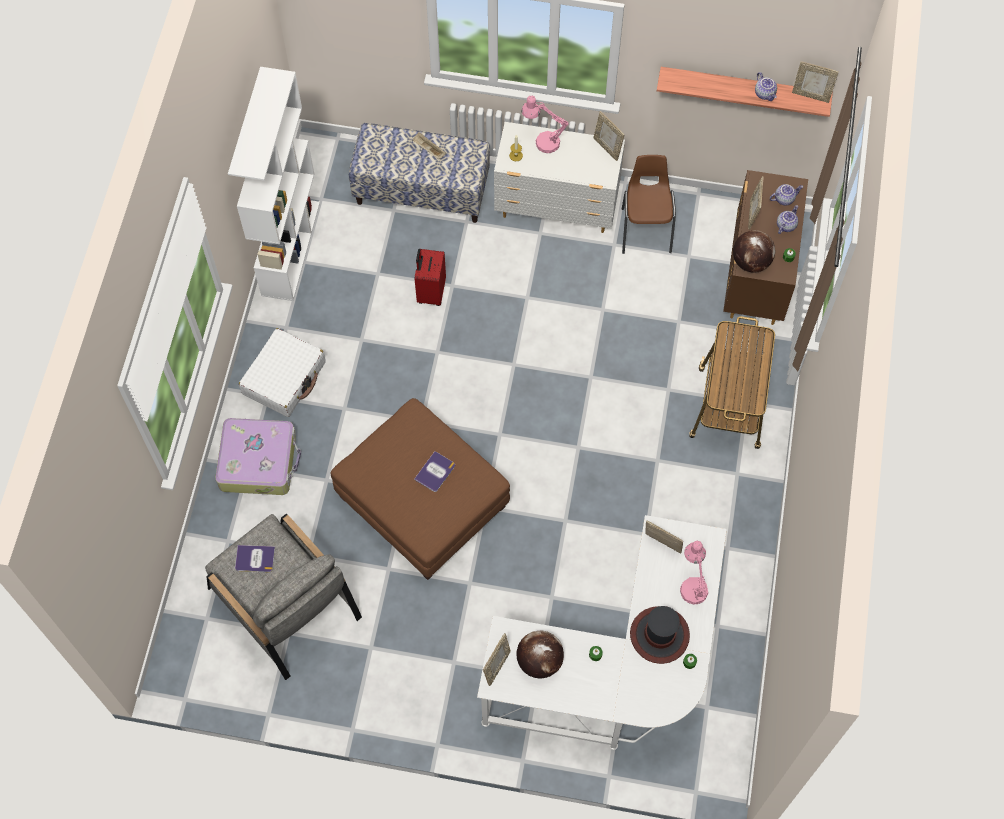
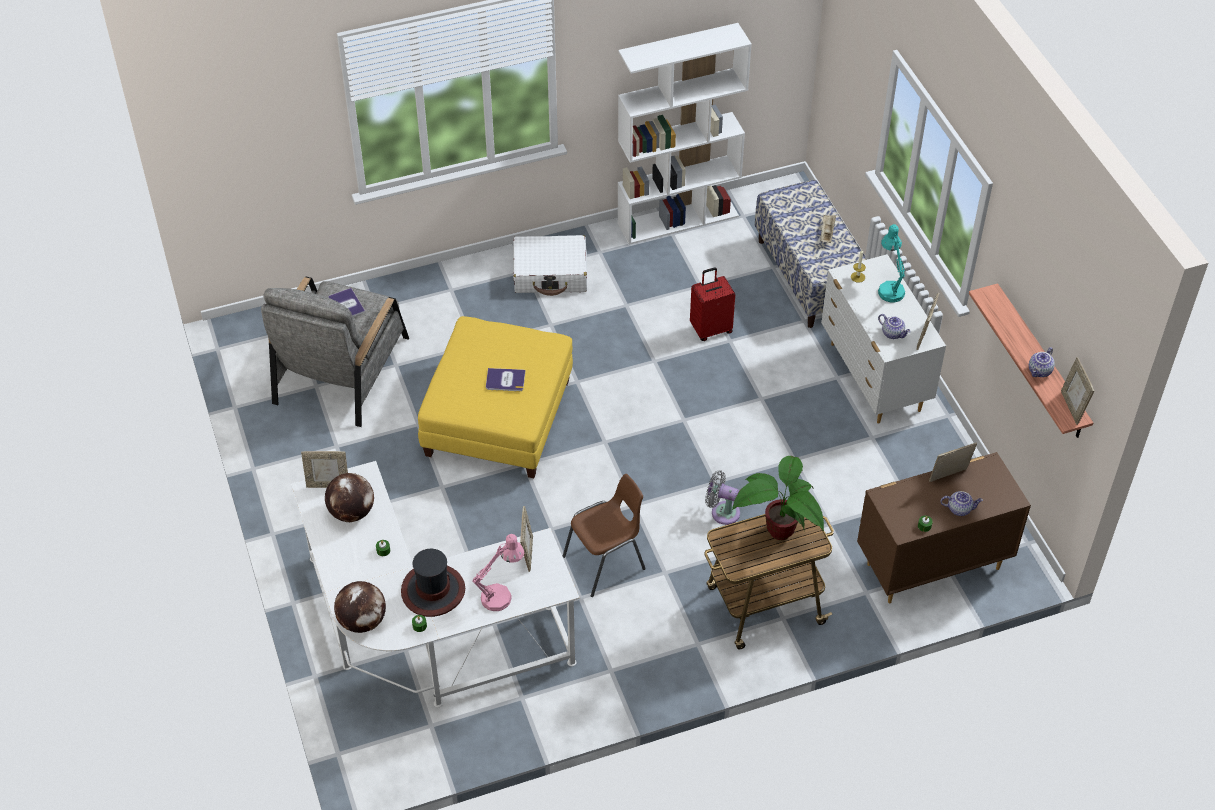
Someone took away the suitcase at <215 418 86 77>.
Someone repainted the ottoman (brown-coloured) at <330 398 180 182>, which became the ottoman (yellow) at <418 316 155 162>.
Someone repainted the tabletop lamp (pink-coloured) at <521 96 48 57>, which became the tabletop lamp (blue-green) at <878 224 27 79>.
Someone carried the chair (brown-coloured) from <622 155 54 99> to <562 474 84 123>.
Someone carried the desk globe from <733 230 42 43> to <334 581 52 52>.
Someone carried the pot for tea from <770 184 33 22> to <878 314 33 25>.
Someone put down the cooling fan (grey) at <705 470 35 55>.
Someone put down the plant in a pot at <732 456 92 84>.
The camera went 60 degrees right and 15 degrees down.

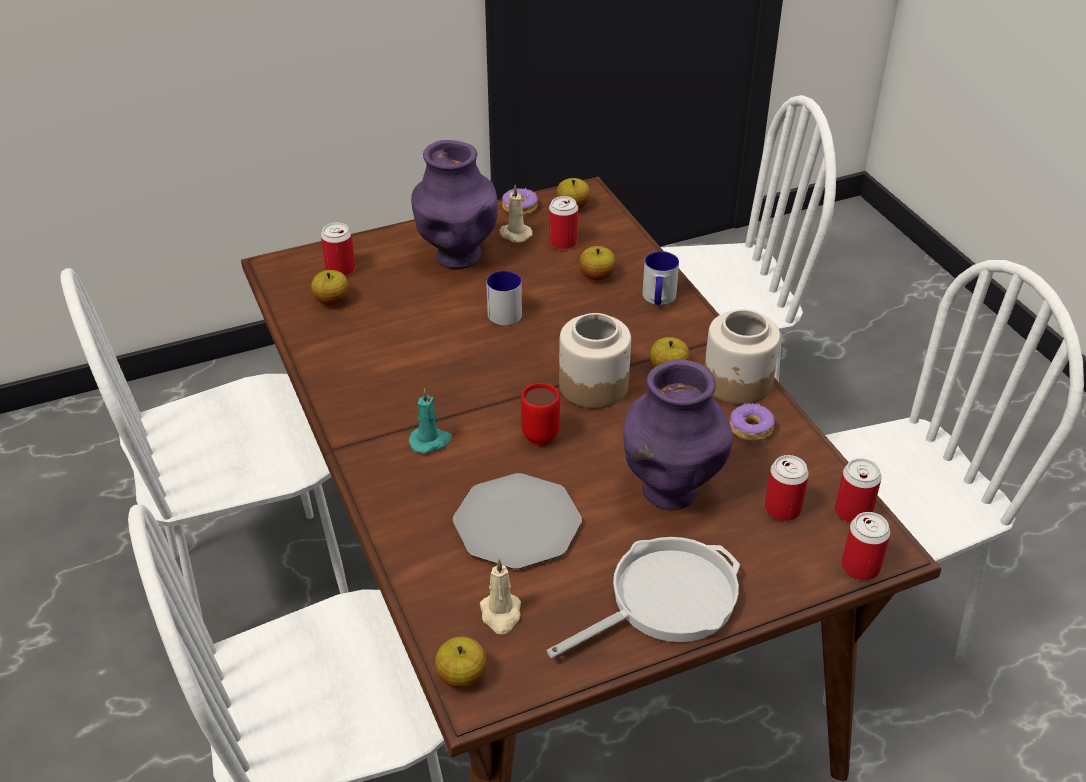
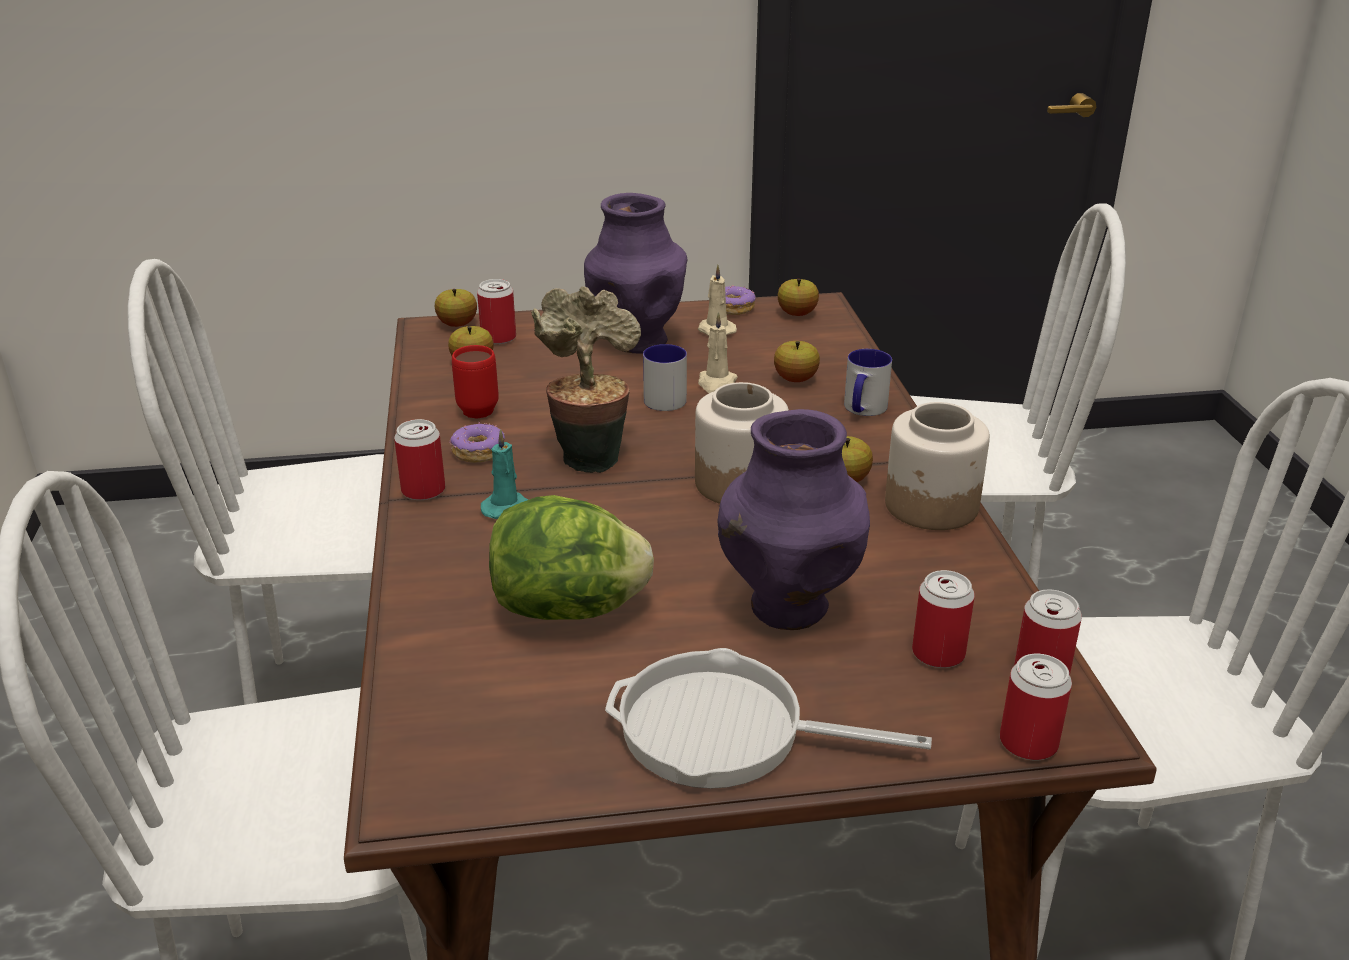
Someone carried the whole apple from <435 637 52 51> to <435 289 42 38>.
Someone swapped the plate at <453 473 129 96> for the lettuce at <489 495 165 125>.
Someone carried the wax candle (beige) from <480 559 41 75> to <698 312 40 81>.
Someone carried the tea mug (reddish) from <521 383 39 63> to <452 345 47 74>.
Someone rotated the pan at <547 537 193 121> by 150 degrees counterclockwise.
Someone carried the sealed can from <549 196 29 54> to <394 419 51 81>.
Someone carried the doughnut from <730 403 45 38> to <449 422 56 41>.
Someone put down the plant in a pot at <531 286 110 187>.
The camera went 15 degrees right and 10 degrees down.

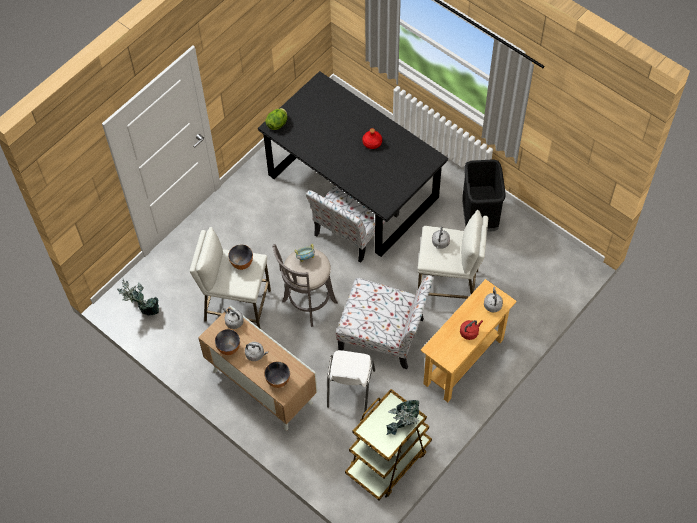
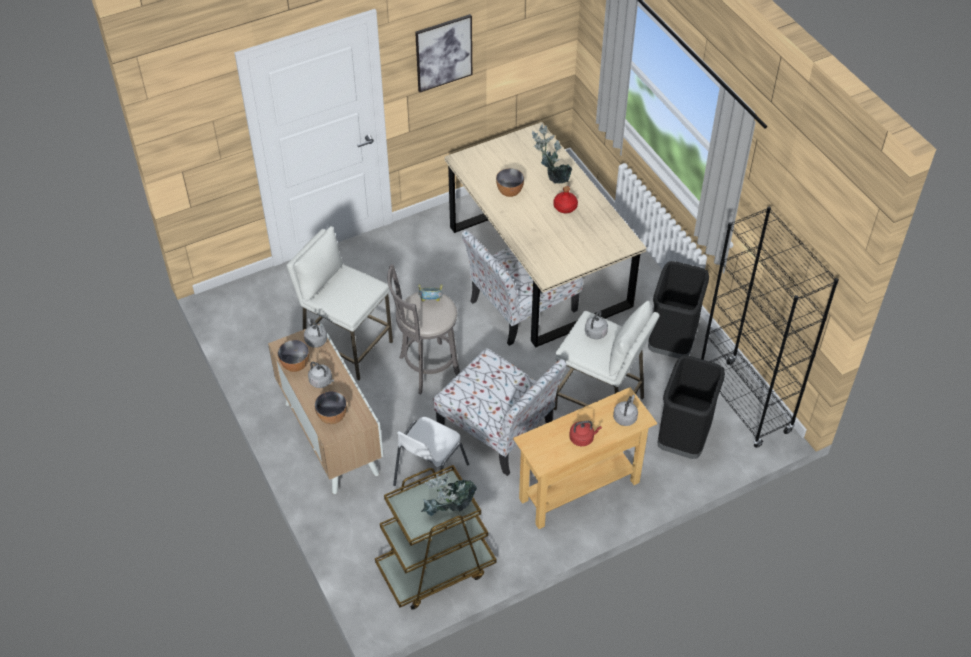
Someone carried the plant in a pot from <117 279 42 37> to <532 124 41 60>.
Someone carried the serving bowl from <228 245 25 25> to <496 168 28 29>.
Someone repainted the dining table (black) at <258 71 190 186>, which became the dining table (beige) at <444 122 203 225>.
Someone took away the lettuce at <265 108 23 22>.
Someone put up the wall picture at <415 14 57 78>.
Someone put down the waste bin (black) at <657 356 68 103>.
Someone put down the bookshelf (black) at <701 207 138 241>.
The camera went 20 degrees right and 10 degrees down.

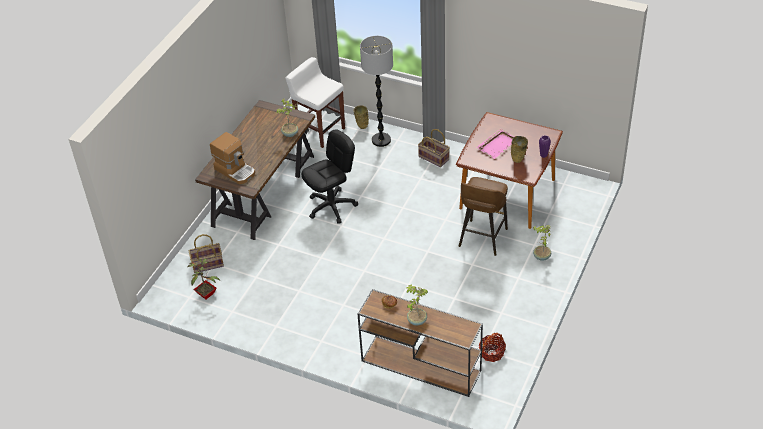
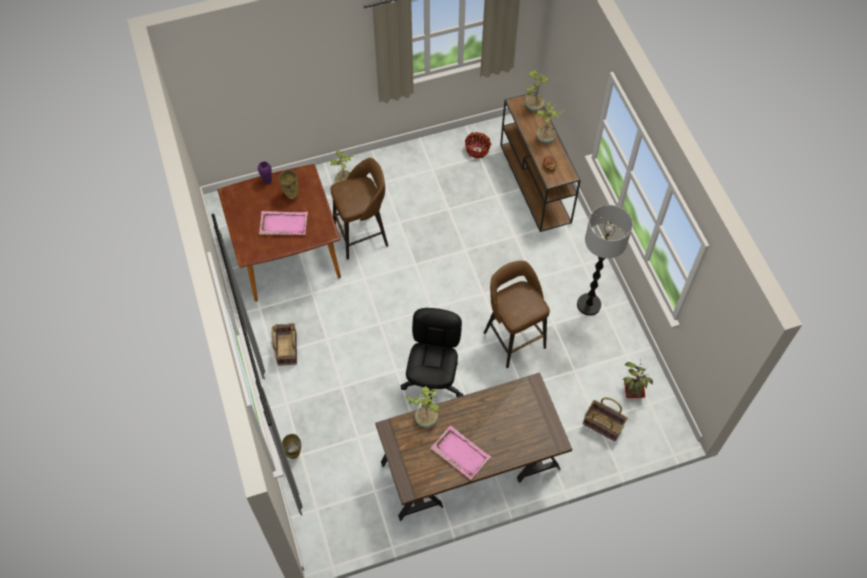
Someone took away the coffee brewer at <210 132 45 52>.
Someone took away the stool (white-coloured) at <285 57 60 91>.
Someone rotated the computer chair (black) at <302 129 56 95> by 90 degrees clockwise.
Someone carried the standard lamp from <360 36 33 111> to <577 205 56 111>.
Someone put down the tray (pink-coloured) at <430 425 61 55>.
Someone put down the stool (brown-coloured) at <483 261 67 107>.
Someone put down the plant in a pot at <525 70 24 41>.
The camera went 135 degrees left and 15 degrees up.

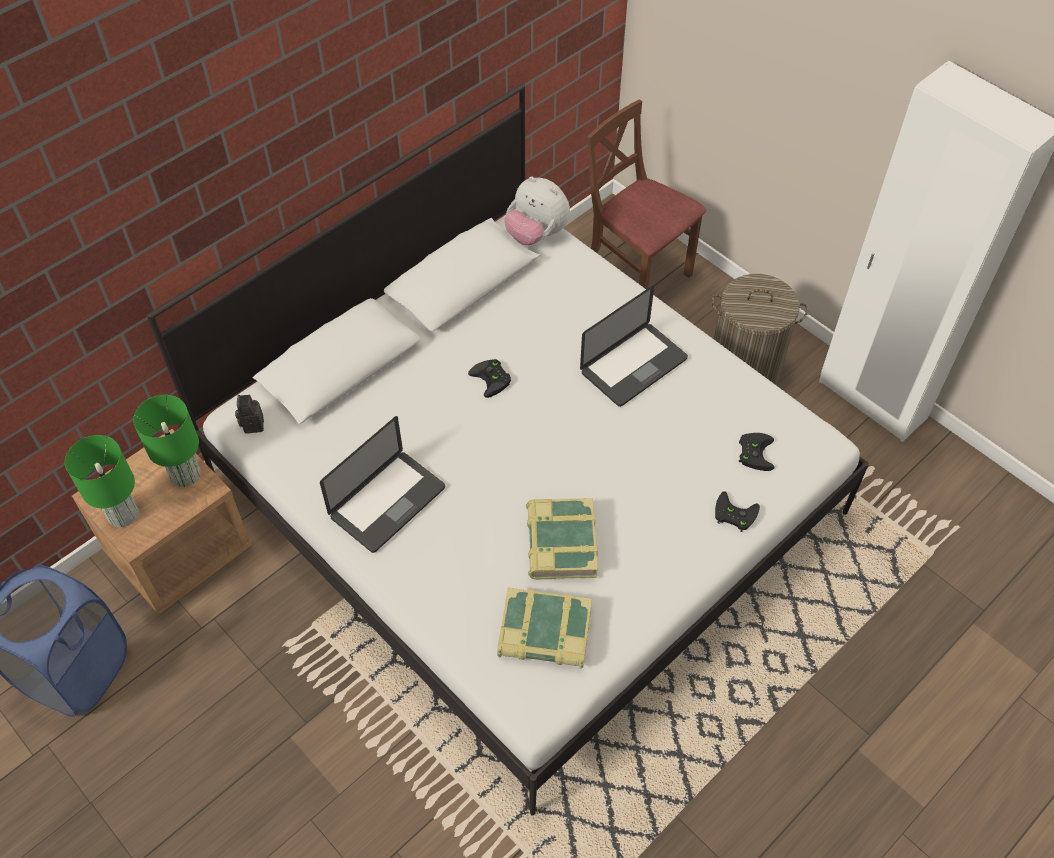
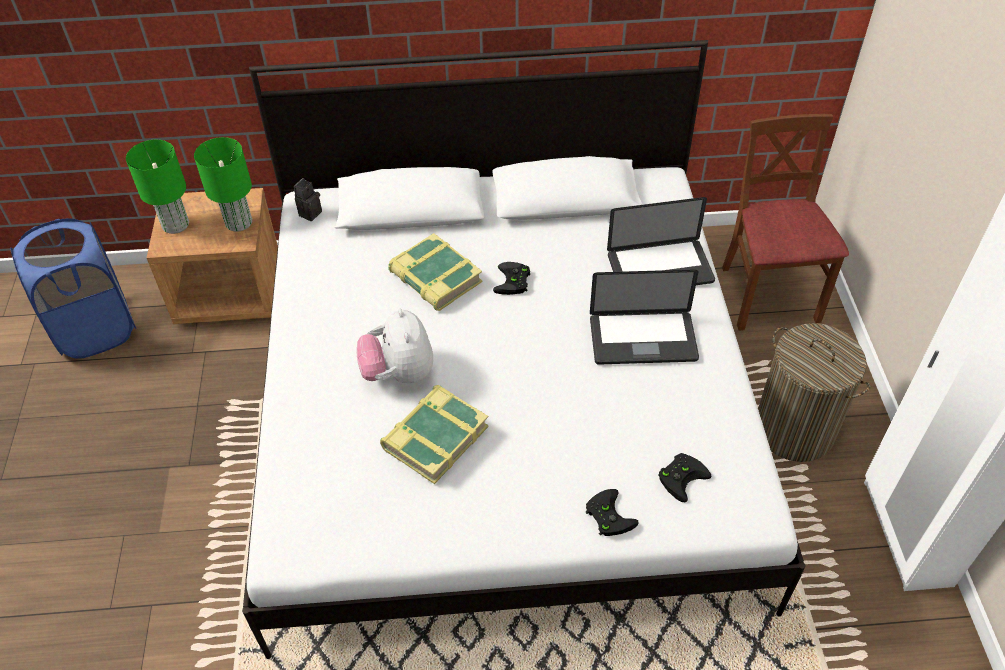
Someone carried the portable computer from <320 416 125 137> to <607 197 108 88>.
Someone carried the book from <497 588 95 80> to <388 233 95 78>.
Someone carried the soft toy from <504 176 66 69> to <357 309 76 74>.
The camera went 40 degrees right and 5 degrees down.

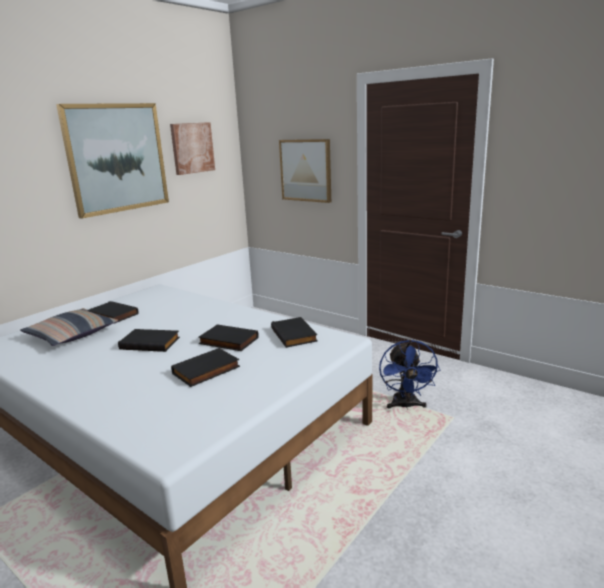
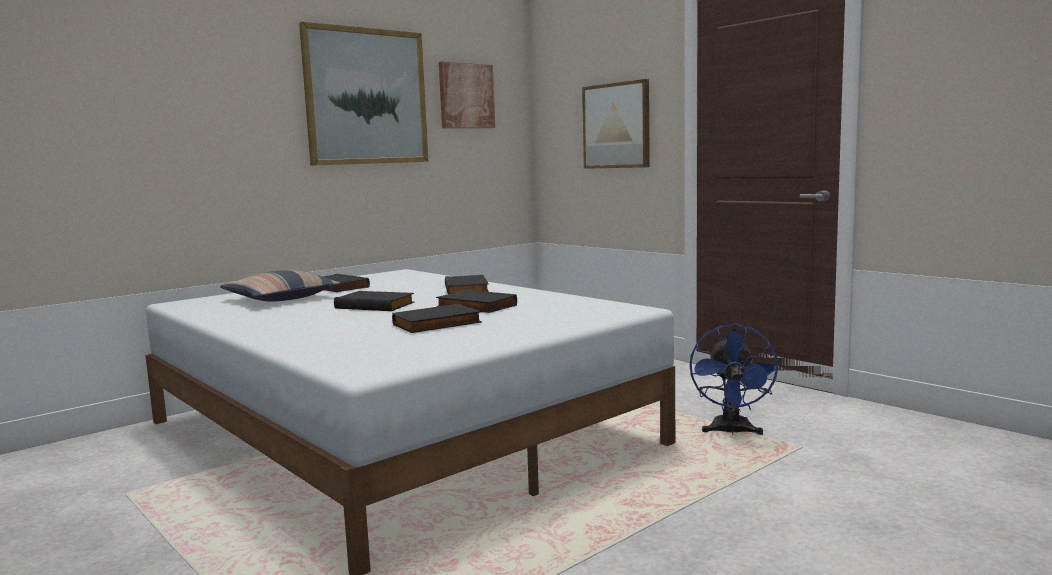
Someone carried the book (black) from <271 317 47 31> to <445 275 44 19>.
The camera went 10 degrees right and 10 degrees down.

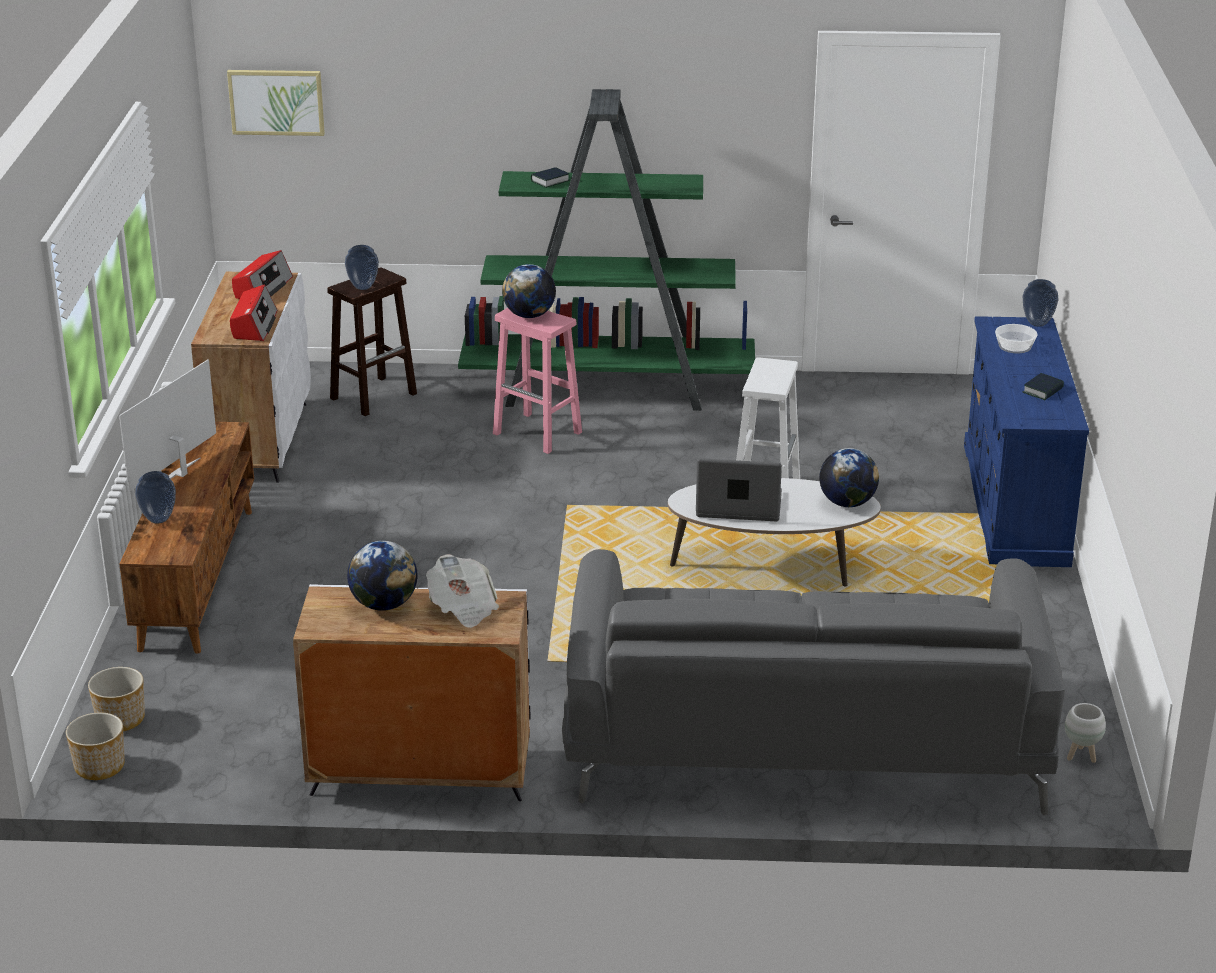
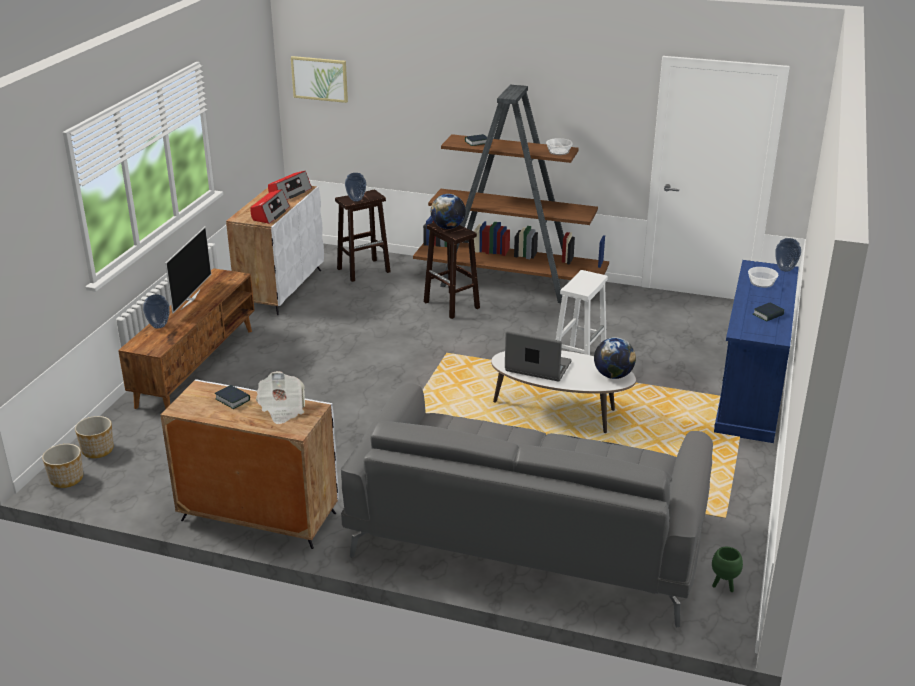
Someone rotated the television at <119 359 97 133> by 150 degrees clockwise.
Someone swapped the desk globe at <347 541 70 70> for the book at <215 385 35 24>.
Someone repainted the bookshelf (green-coloured) at <458 89 297 322>, which became the bookshelf (brown-coloured) at <413 85 196 218>.
Someone repainted the stool (pink-coloured) at <493 308 89 146>, which became the stool (brown-coloured) at <424 223 56 96>.
Someone repainted the flower pot (white-coloured) at <1065 703 41 60>, which became the flower pot (green-coloured) at <712 547 31 45>.
Someone put down the serving bowl at <546 138 27 17>.
The camera went 15 degrees right and 0 degrees up.

